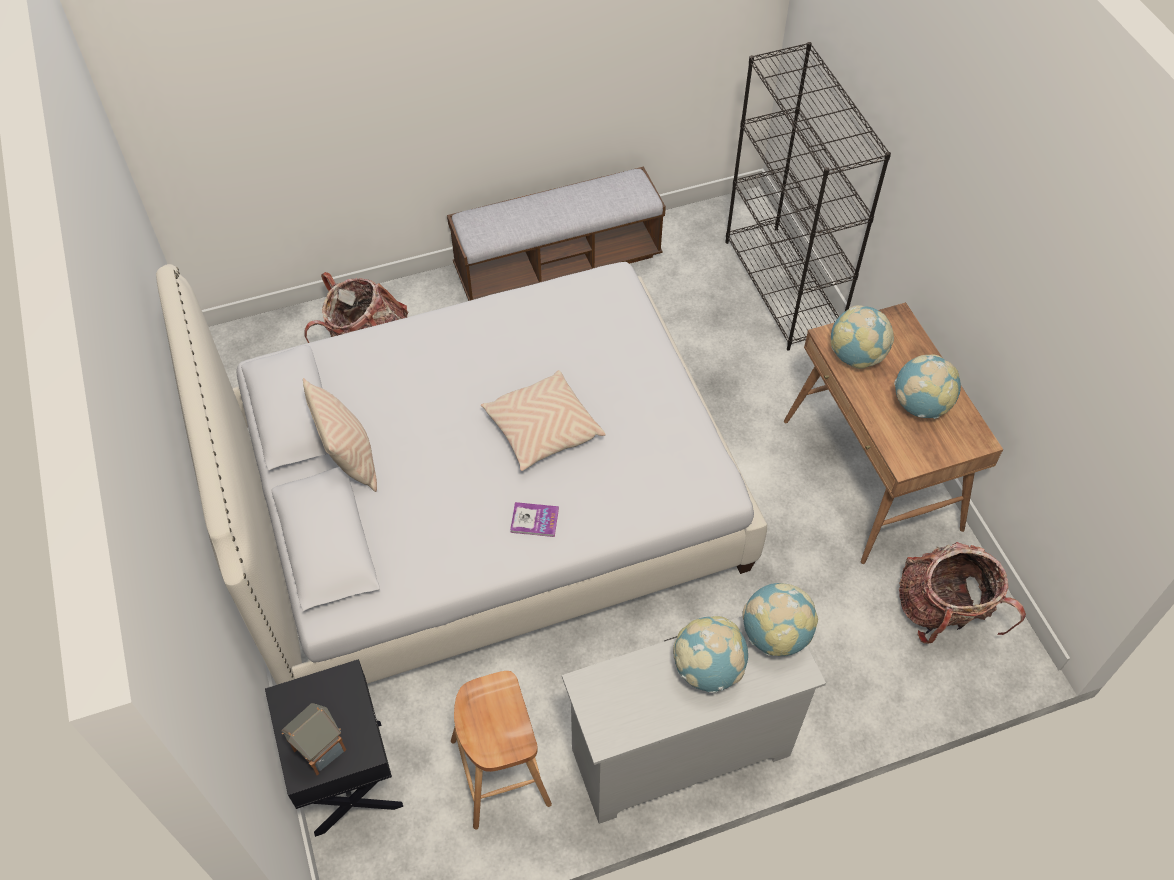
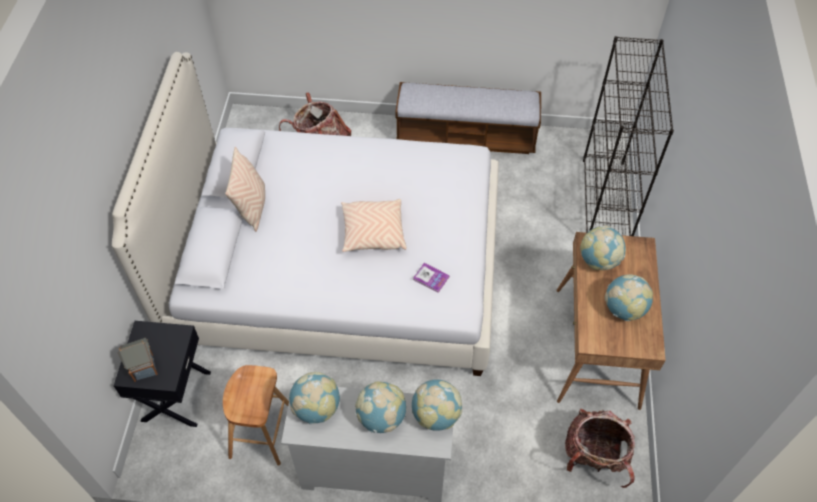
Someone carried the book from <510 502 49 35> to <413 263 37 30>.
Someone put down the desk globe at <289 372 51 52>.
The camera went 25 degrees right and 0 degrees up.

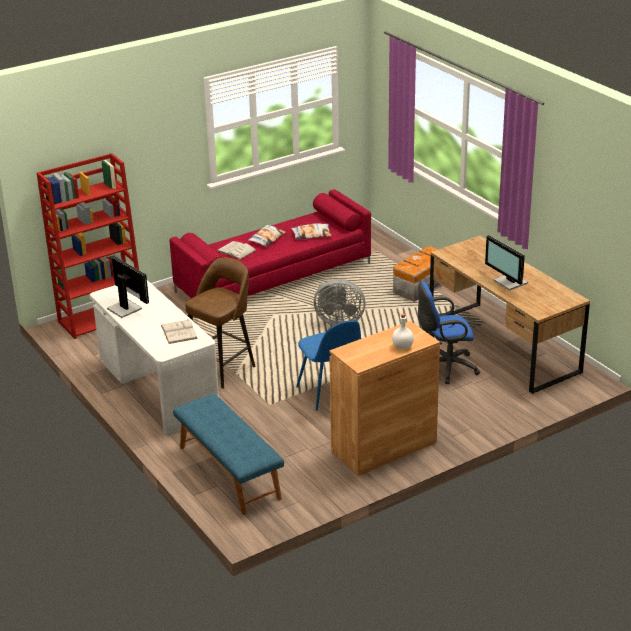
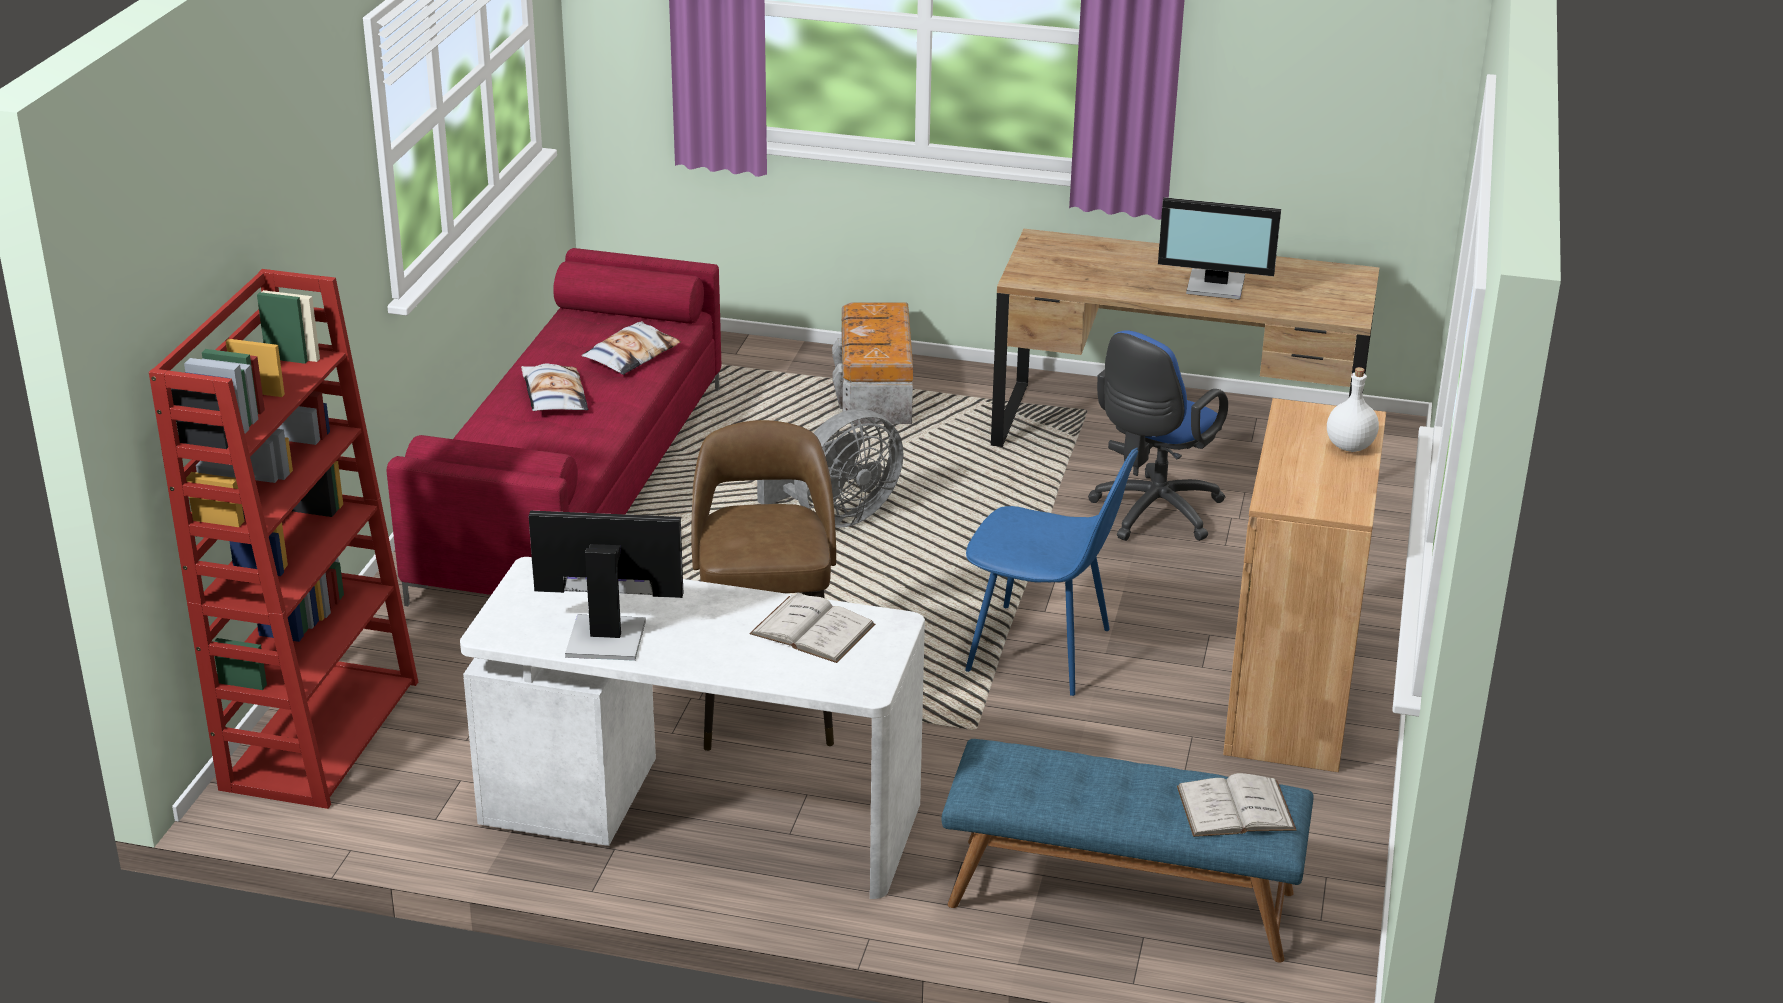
Someone carried the book (white-coloured) from <217 241 39 19> to <1177 773 120 64>.
The camera went 45 degrees left and 0 degrees up.

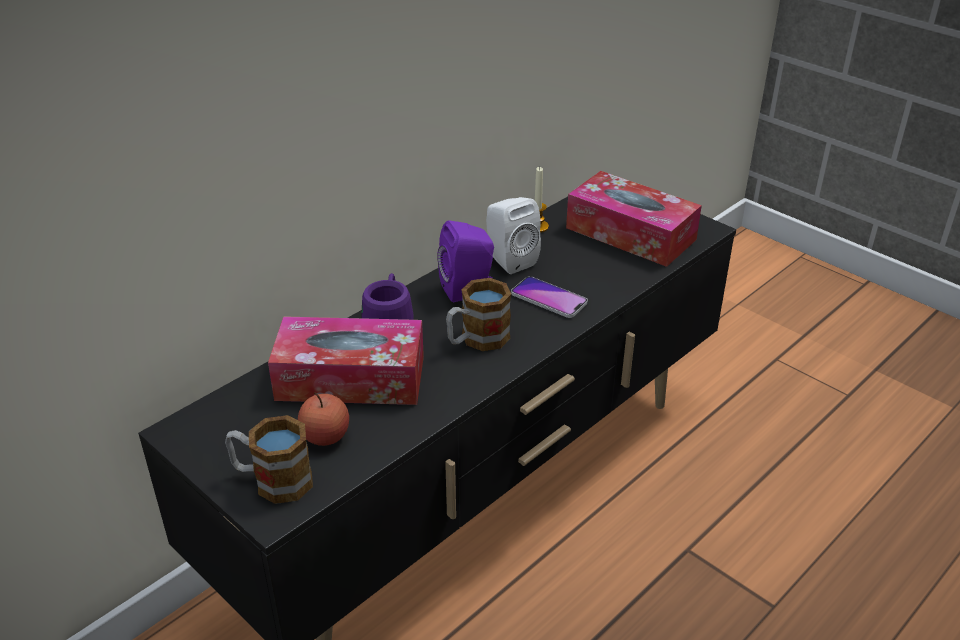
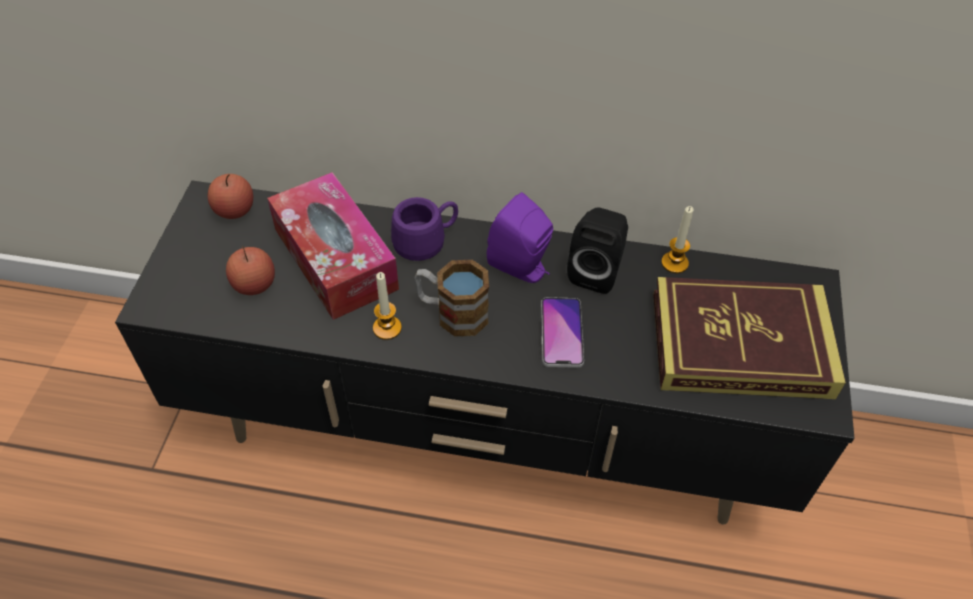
Someone took away the tea mug at <225 415 88 89>.
Someone repainted the audio speaker (white-coloured) at <486 197 55 77>, which became the audio speaker (black) at <567 208 61 86>.
Someone swapped the box of tissues at <566 171 136 96> for the book at <653 277 193 122>.
Someone put down the whole apple at <207 174 46 45>.
Someone put down the wax candle at <373 272 29 68>.
The camera went 55 degrees right and 15 degrees up.

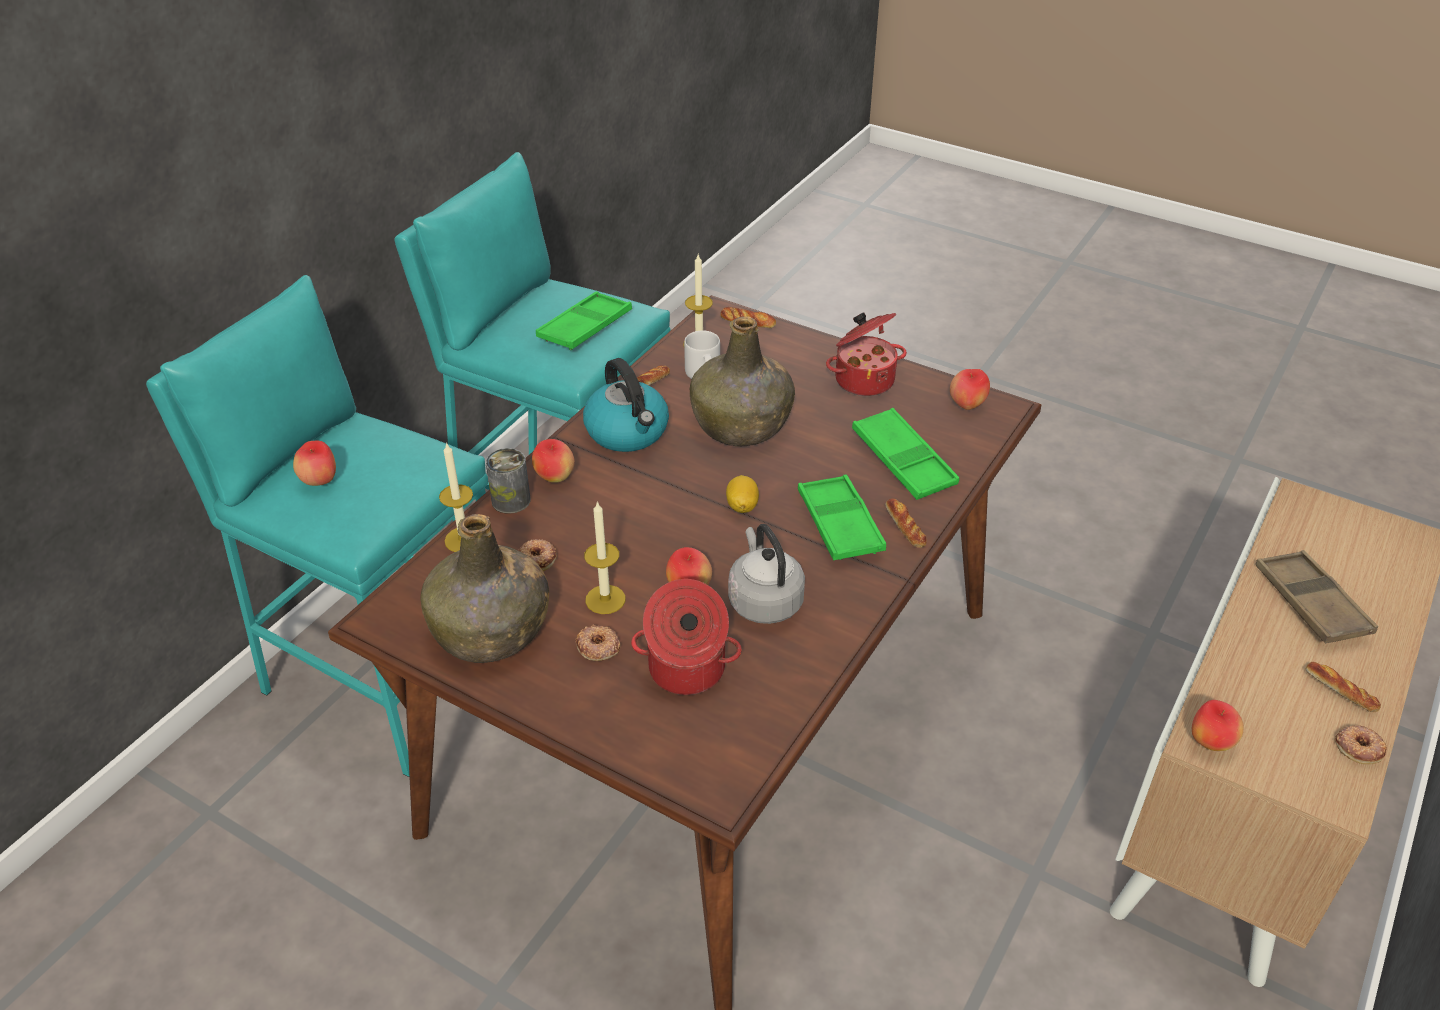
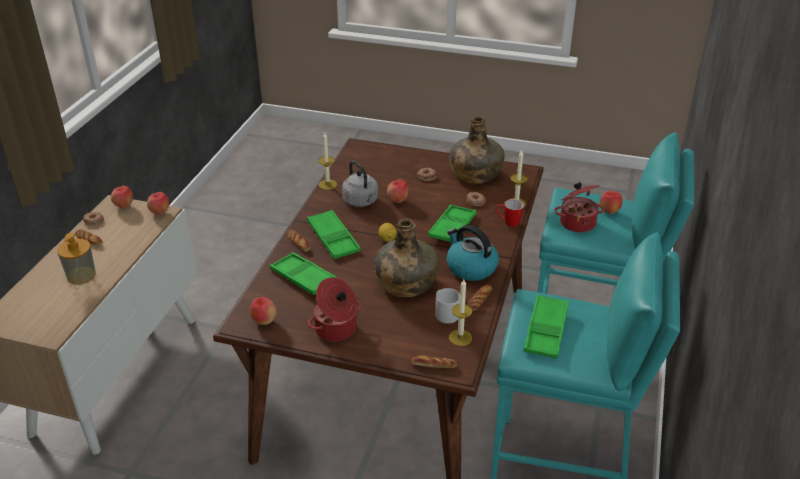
Someone swapped the sealed can at <485 448 46 66> for the tea mug at <496 199 28 28>.
Someone carried the whole apple from <532 439 43 44> to <111 186 22 22>.
Someone carried the wax candle from <584 502 41 112> to <318 133 19 57>.
Someone carried the saucepot from <631 579 111 116> to <554 182 51 51>.
Someone swapped the tray (brown-coloured) at <1256 550 122 93> for the soap dispenser at <57 233 39 51>.
Someone put down the tray (green-coloured) at <428 204 48 39>.
The camera went 165 degrees right and 5 degrees down.

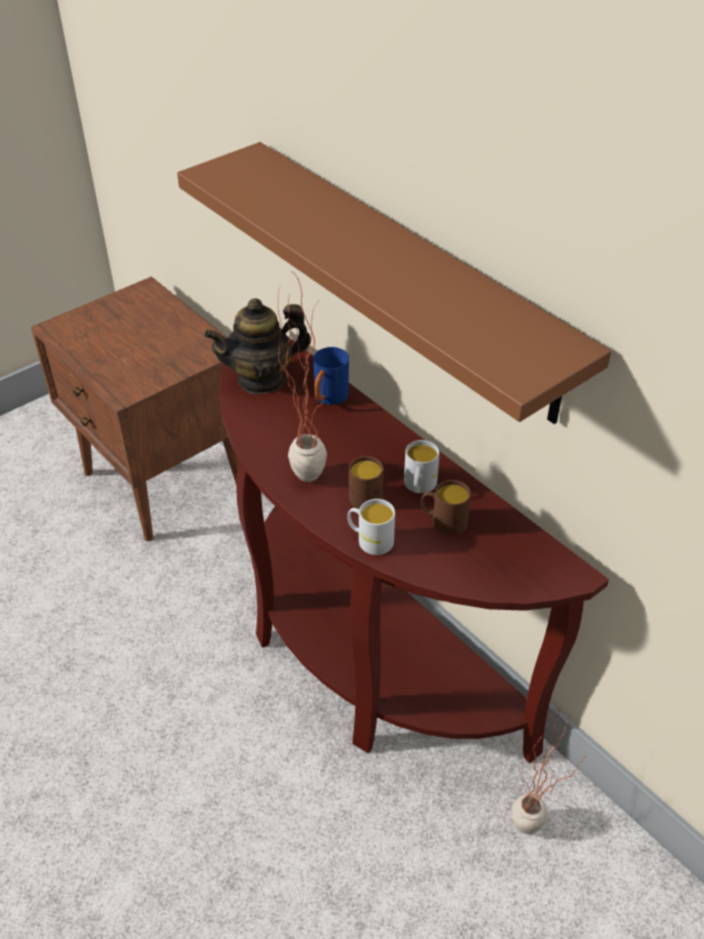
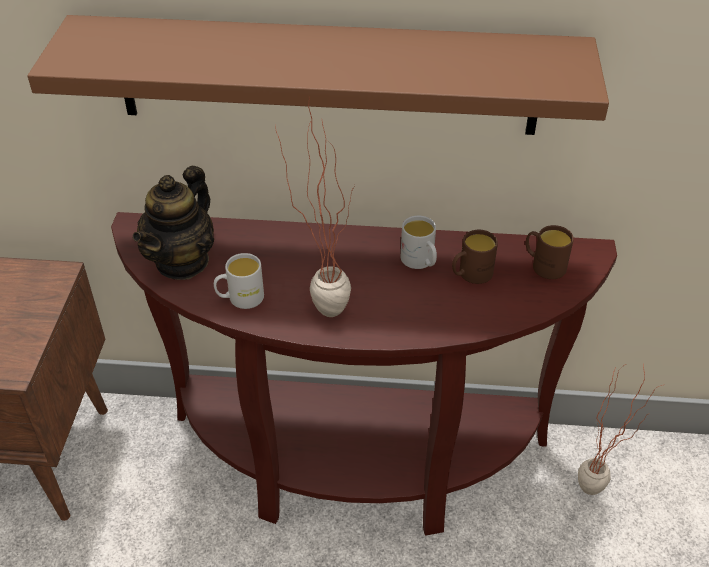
Someone took away the tea mug (blue) at <313 347 36 58>.
Someone carried the tea mug (white-coloured) from <347 499 48 56> to <214 253 50 56>.
Someone carried the tea mug (brown-coloured) from <349 456 35 53> to <526 225 48 54>.
The camera went 45 degrees left and 0 degrees up.

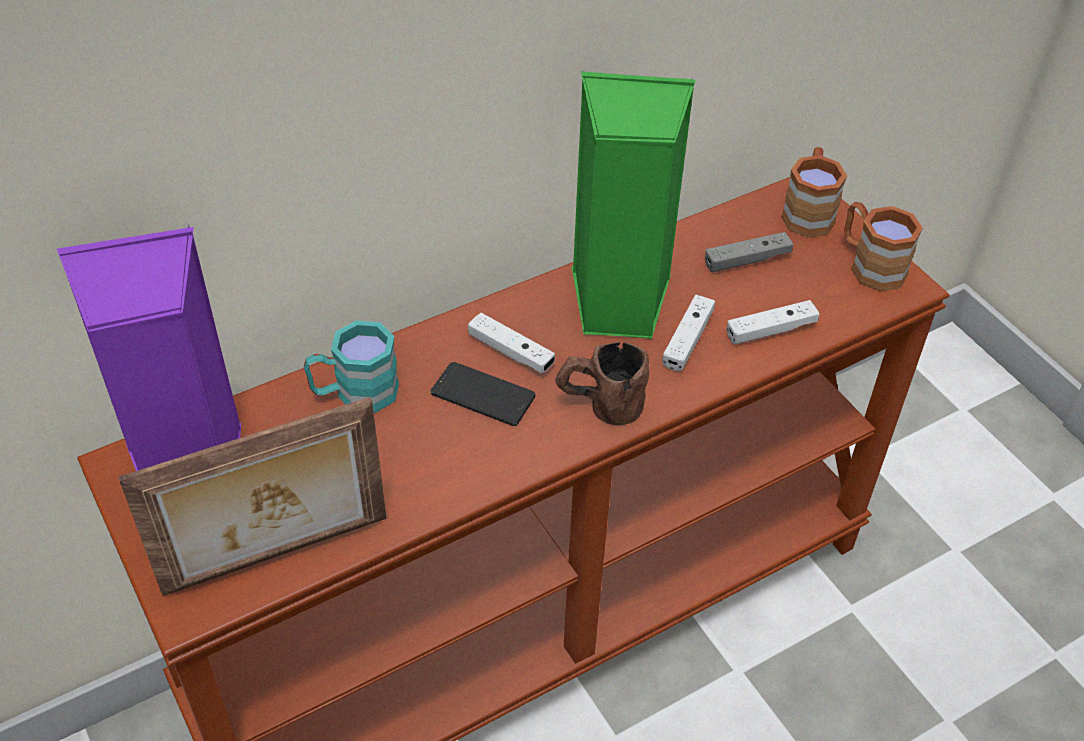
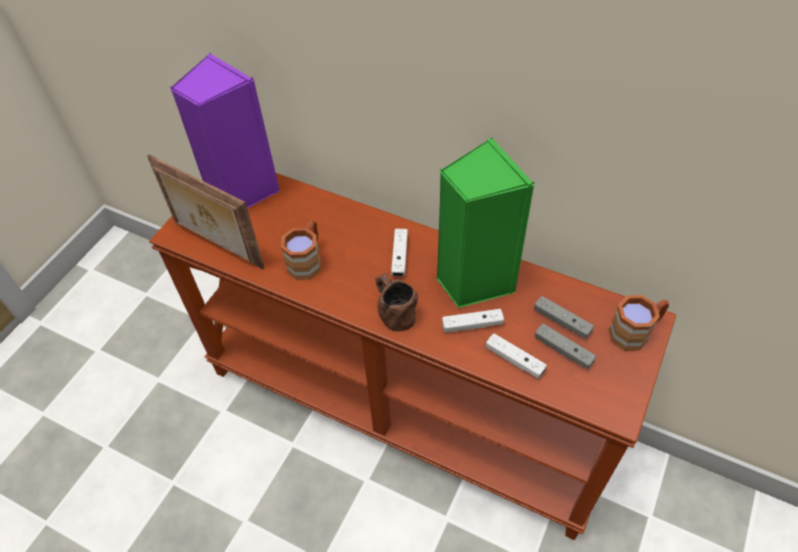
Someone took away the tea mug (blue-green) at <304 321 95 92>.
Someone took away the phone at <431 362 105 64>.
Someone carried the tea mug (brown-coloured) from <844 202 79 90> to <281 220 40 60>.
Someone put down the game controller (grey) at <535 323 61 46>.
The camera went 60 degrees right and 5 degrees up.

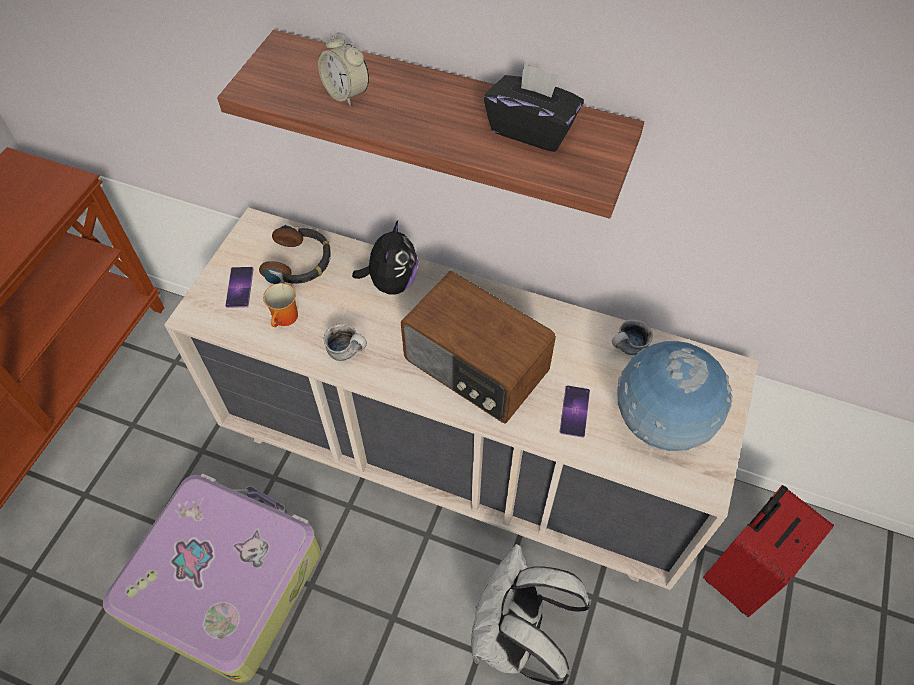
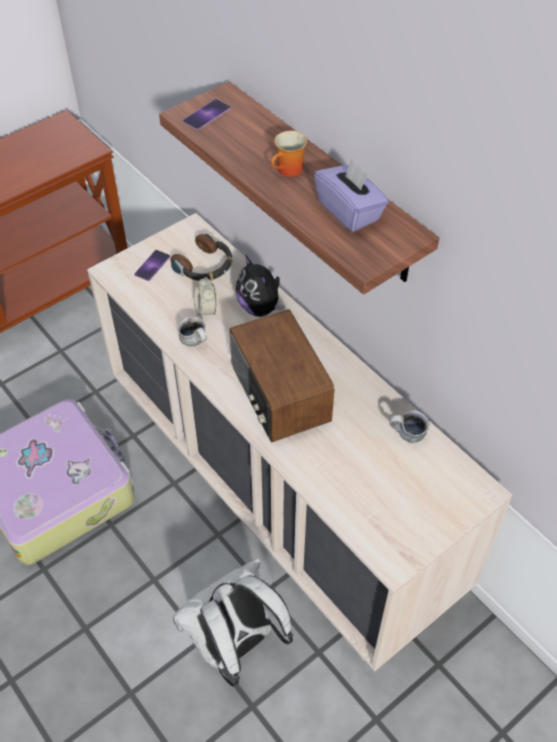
Someone carried the tea mug from <263 283 35 44> to <271 131 36 46>.
Someone carried the alarm clock from <318 32 51 74> to <194 277 22 42>.
Someone rotated the soft toy at <352 220 66 75> by 105 degrees clockwise.
Someone repainted the box of tissues (black) at <484 63 100 89>, which became the box of tissues (purple) at <314 158 75 74>.
Someone carried the phone from <559 385 31 53> to <183 99 48 31>.
Someone took away the desk globe at <617 341 116 110>.
Someone took away the suitcase (reddish) at <703 485 131 132>.
The camera went 30 degrees right and 5 degrees down.

